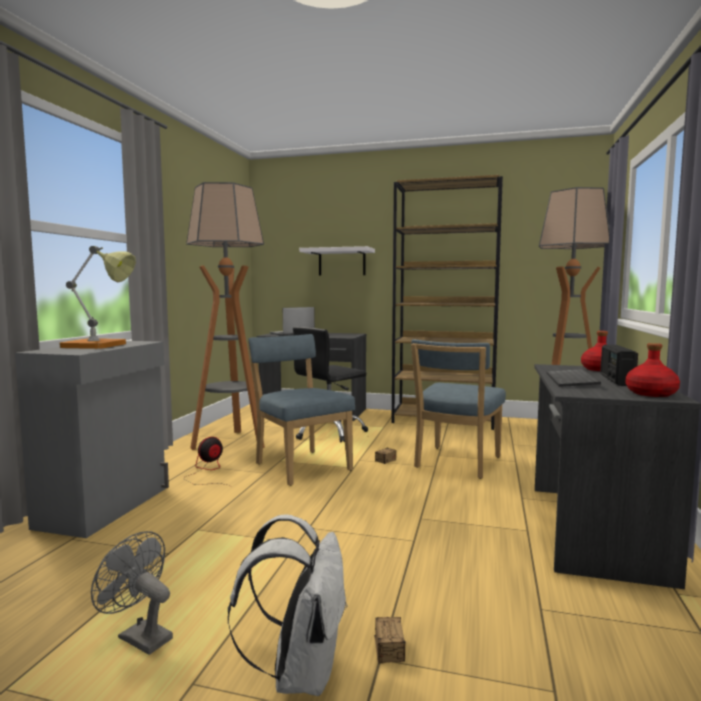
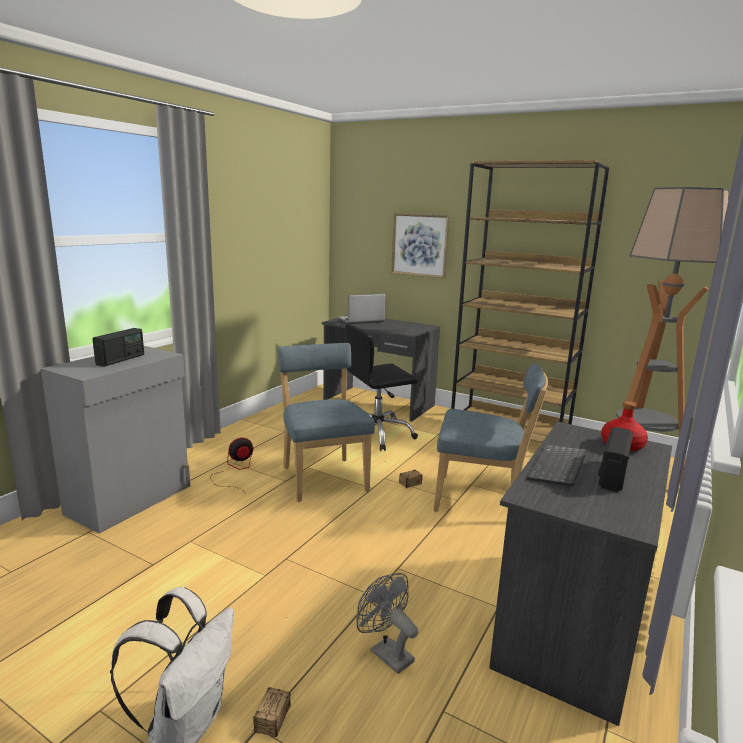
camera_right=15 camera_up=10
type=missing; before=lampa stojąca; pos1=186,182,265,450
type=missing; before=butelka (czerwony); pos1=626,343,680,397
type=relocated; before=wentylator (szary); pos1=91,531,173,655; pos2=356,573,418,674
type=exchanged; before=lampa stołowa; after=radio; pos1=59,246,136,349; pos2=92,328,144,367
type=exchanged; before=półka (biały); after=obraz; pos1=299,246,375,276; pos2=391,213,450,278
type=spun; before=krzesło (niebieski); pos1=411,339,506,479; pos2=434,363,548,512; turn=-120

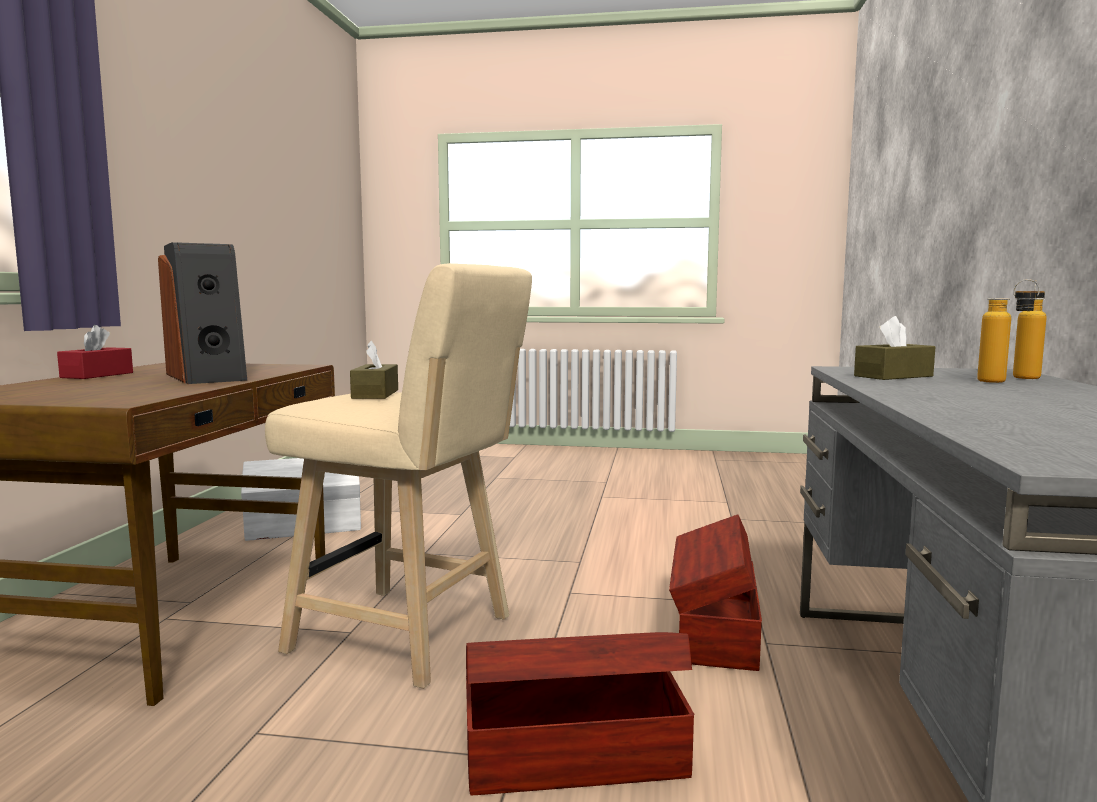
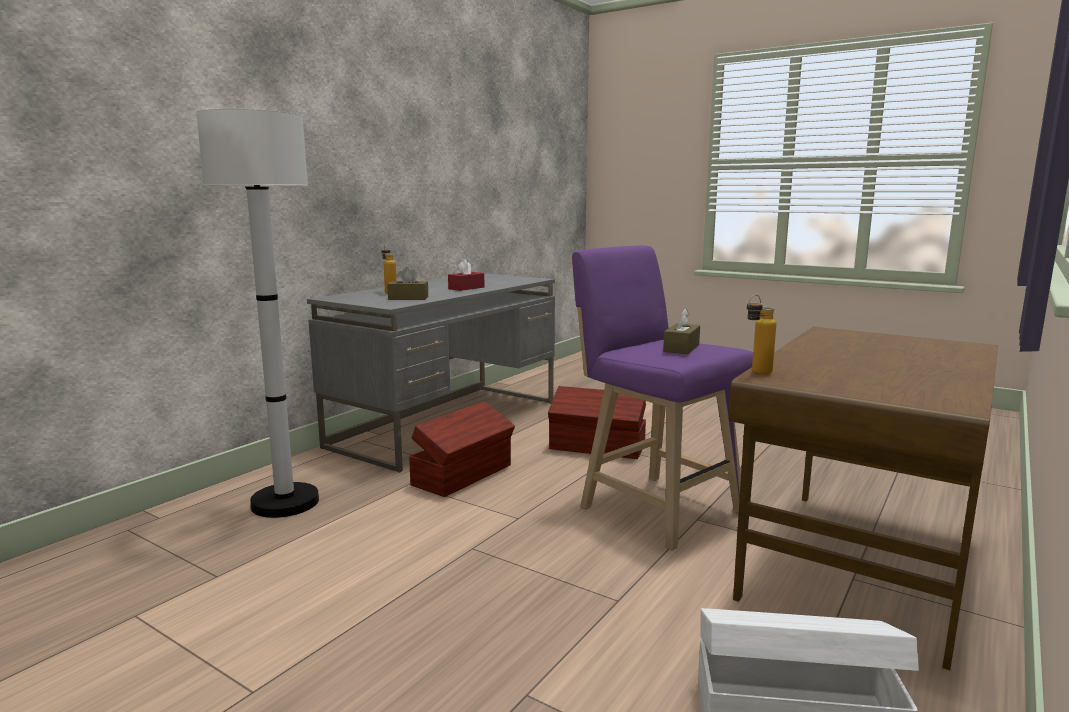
camera_right=-155 camera_up=5
type=missing; before=głośnik; pos1=158,242,247,384
type=appeared; after=lampa stojąca (biały); pos2=196,109,319,518
type=relocated; before=pudełko chusteczek (czerwony); pos1=57,325,133,379; pos2=448,259,484,291
type=relocated; before=butelka; pos1=1013,280,1047,379; pos2=747,295,776,375
type=colour; before=stołek (beżowy); after=stołek (fioletowy); pos1=265,263,532,689; pos2=572,245,753,550

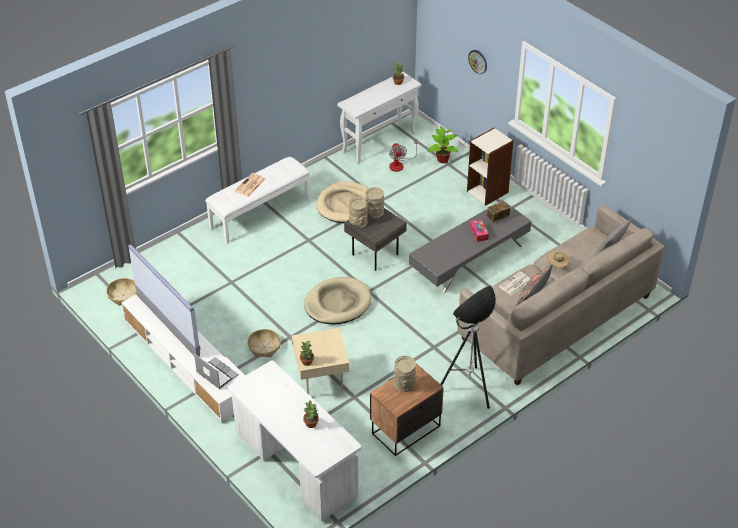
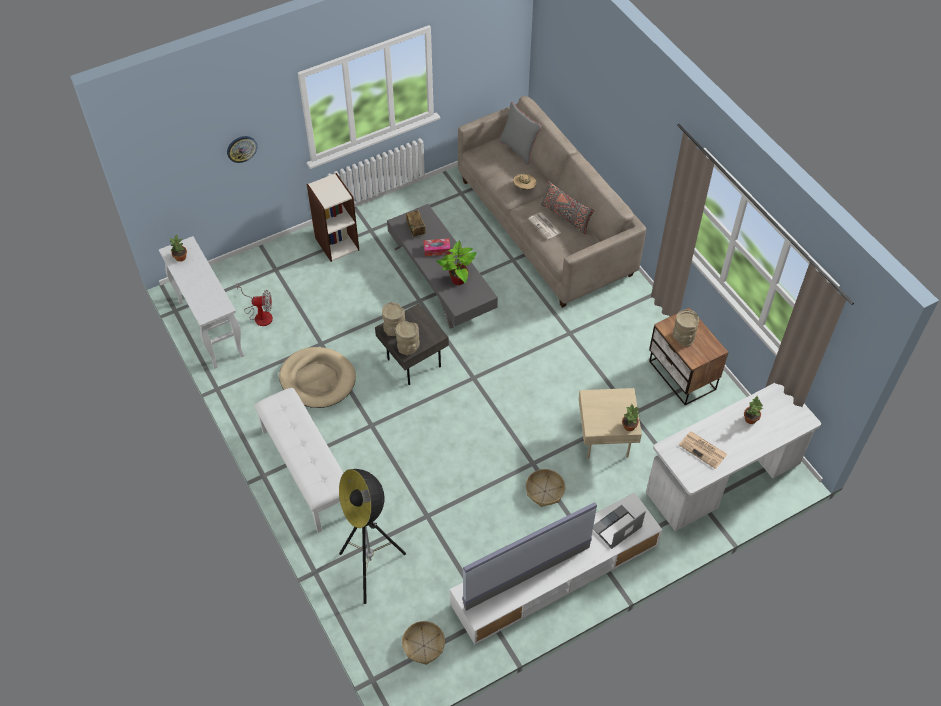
camera_right=-80 camera_up=10
type=missing; before=legowisko (beżowy); pos1=304,277,372,325
type=relocated; before=gazeta; pos1=235,173,266,197; pos2=679,431,727,469
type=relocated; before=roślina doniczkowa; pos1=427,126,458,163; pos2=436,241,477,285
type=relocated; before=lampa stojąca; pos1=441,286,496,409; pos2=339,469,406,604

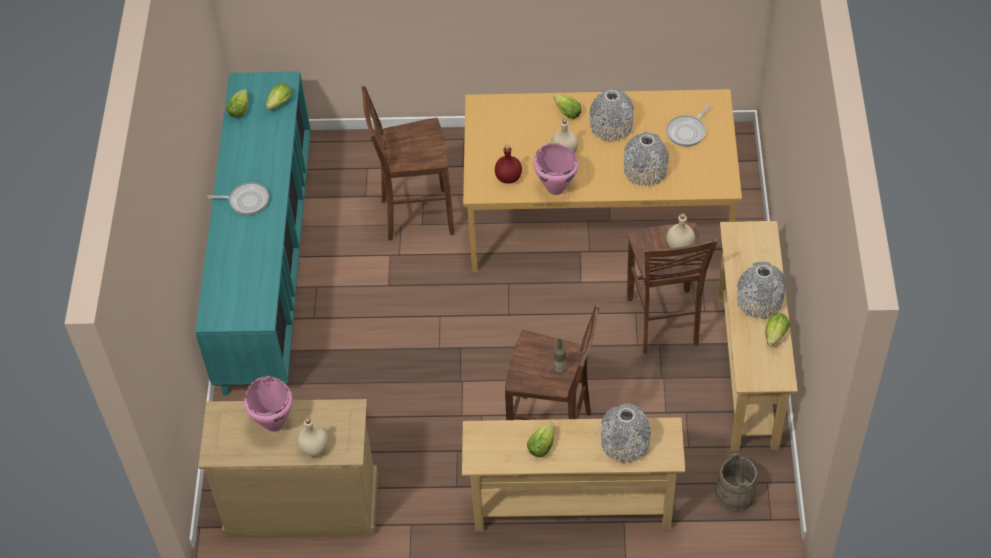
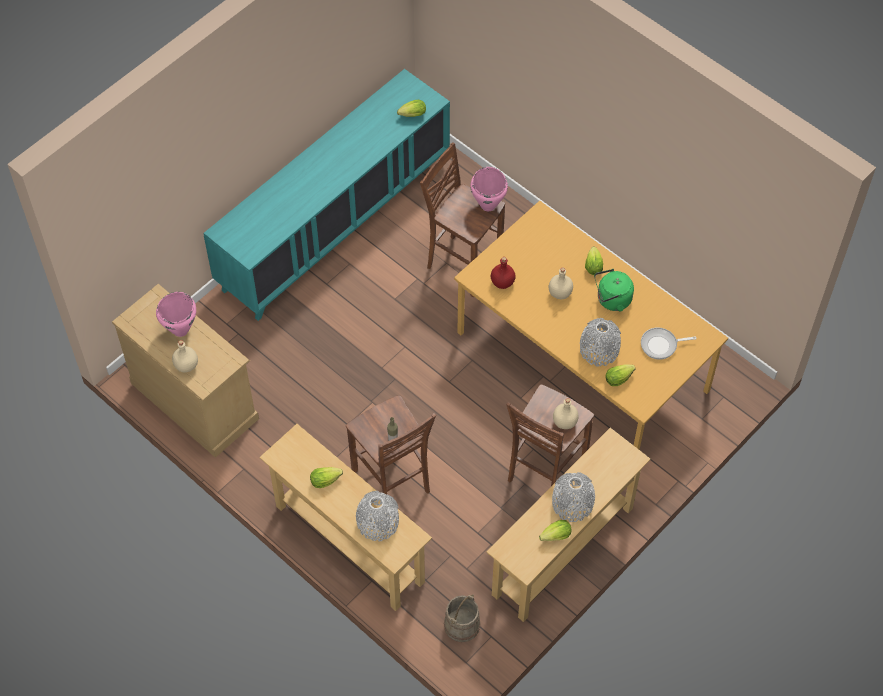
camera_right=40 camera_up=5
type=missing; before=patelnia; pos1=207,182,269,215
type=relocated; before=sałata; pos1=226,89,248,118; pos2=606,364,636,386
type=relocated; before=garnek (różowy); pos1=533,143,579,195; pos2=470,167,508,211
type=exchanged; before=wazon (szary); after=czajnik (zielony); pos1=589,88,634,142; pos2=594,269,634,312

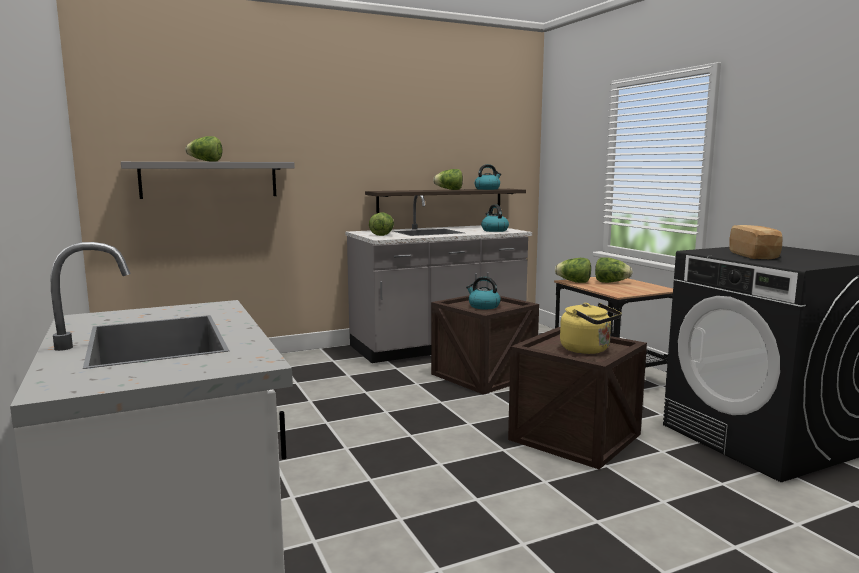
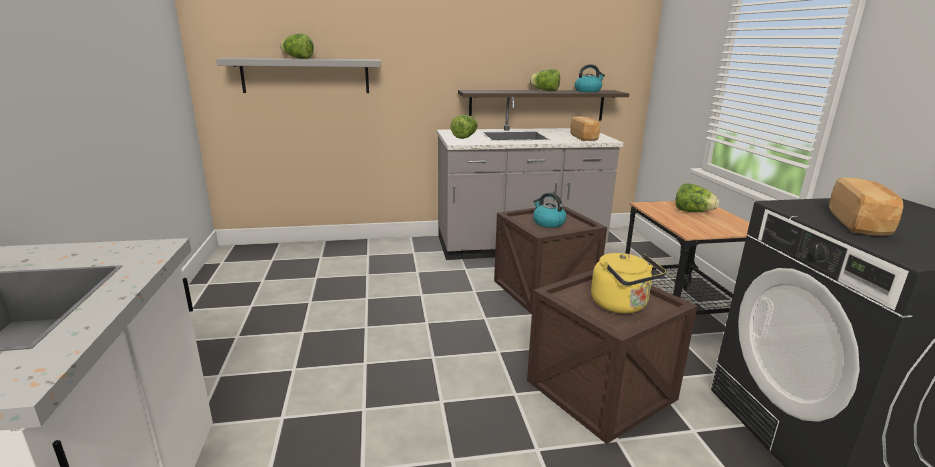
camera_right=15 camera_up=10
type=missing; before=sałata; pos1=555,258,591,283
type=exchanged; before=czajnik; after=chleb; pos1=481,204,509,232; pos2=570,116,600,141

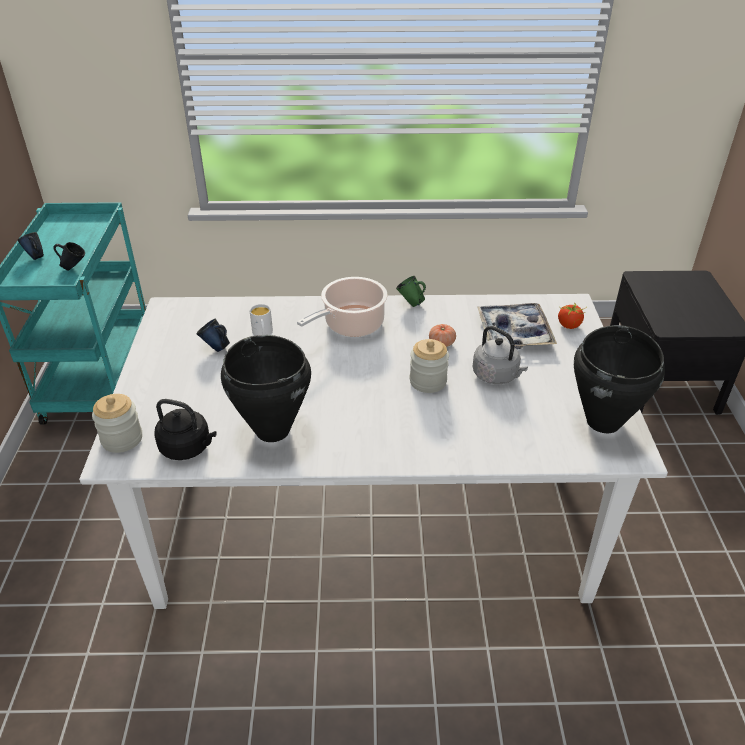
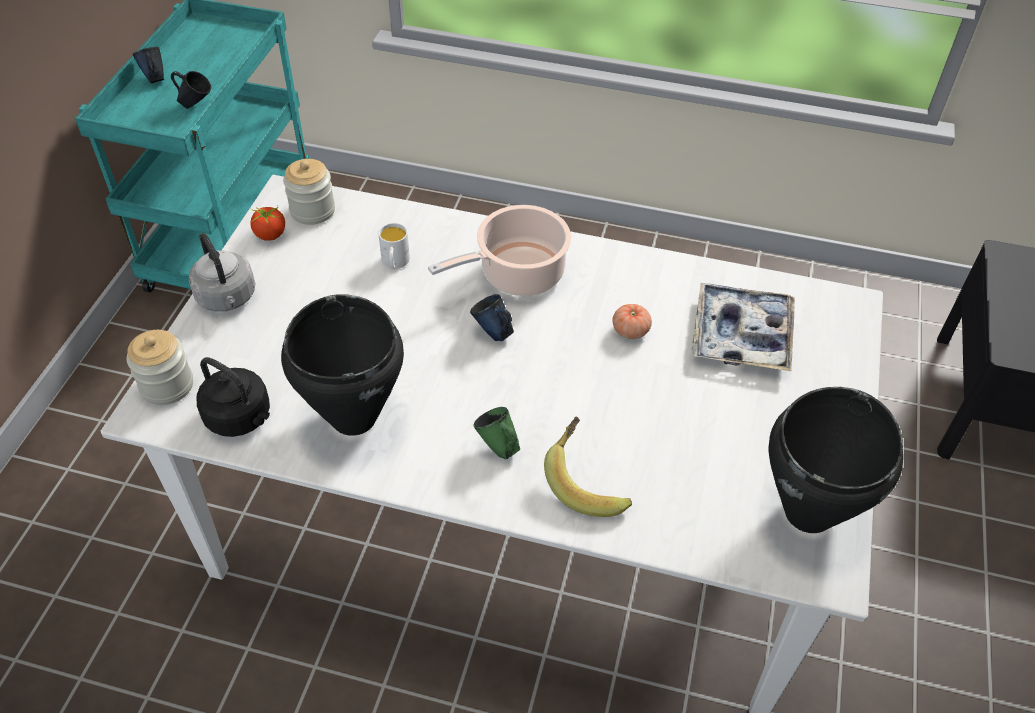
camera_right=15 camera_up=10
type=appeared; after=banan; pos2=544,416,632,517
type=relocated; before=kubek (niebieski); pos1=197,319,230,352; pos2=470,294,514,341
type=relocated; before=kubek (zielony); pos1=396,276,426,307; pos2=474,407,520,459
type=relocated; before=słoik; pos1=410,339,449,393; pos2=283,159,335,225
type=relocated; before=czajnik (szary); pos1=473,326,528,384; pos2=189,233,255,312
type=relocated; before=pomidor; pos1=558,302,587,329; pos2=250,205,285,241

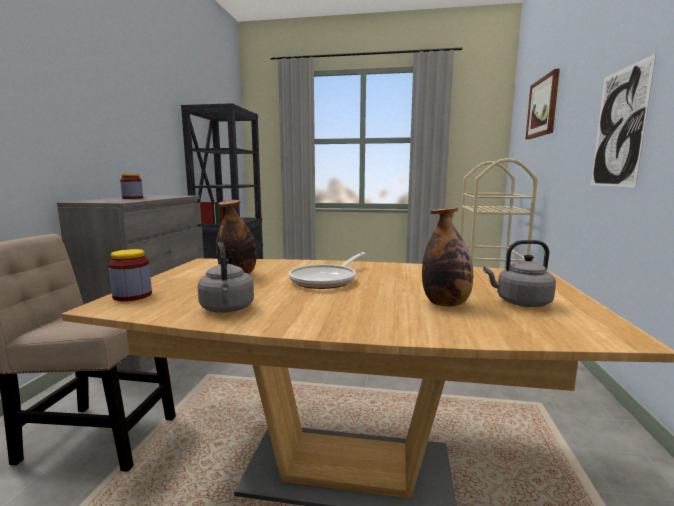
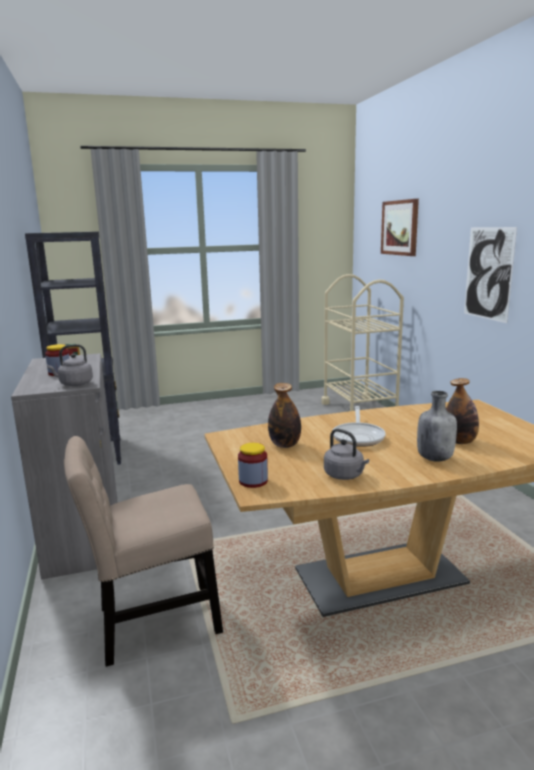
camera_right=-25 camera_up=5
type=appeared; after=butelka (szary); pos2=417,391,457,462
type=relocated; before=czajnik (szary); pos1=483,240,556,307; pos2=47,344,93,386

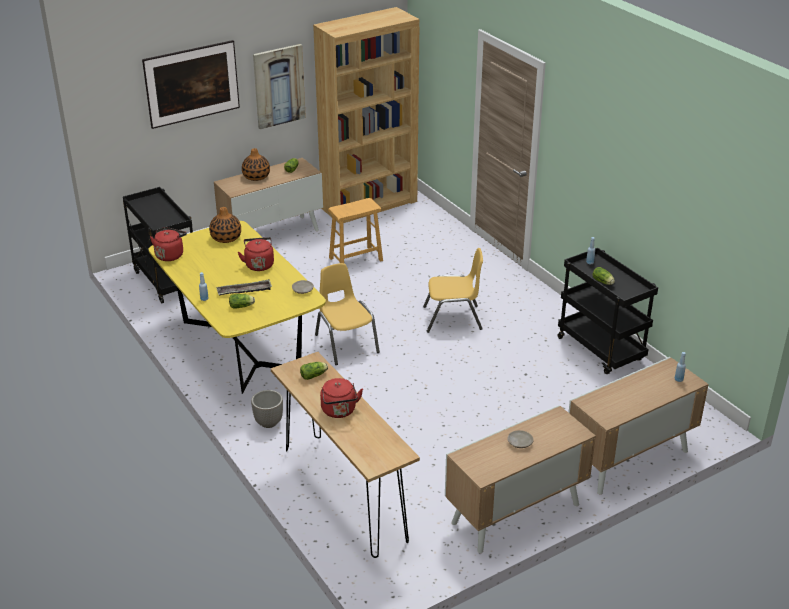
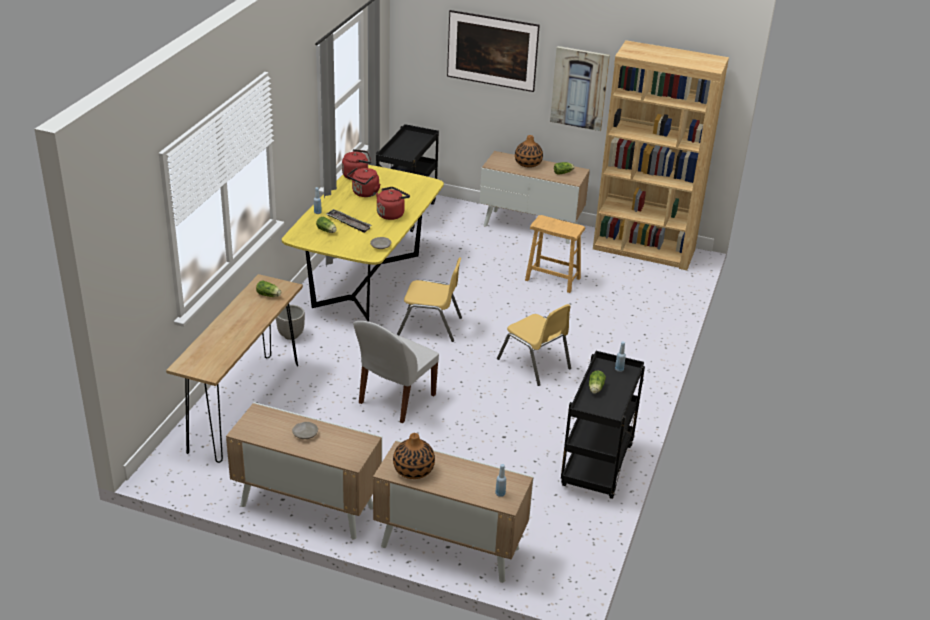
camera_right=50 camera_up=0
type=appeared; after=krzesło (biały); pos2=353,321,439,423
type=relocated; before=wazon; pos1=209,207,241,243; pos2=393,433,435,479
type=relocated; before=czajnik (czerwony); pos1=320,378,363,418; pos2=347,167,380,197
type=spun; before=krzesło (żółty); pos1=315,263,380,365; pos2=397,257,462,342; turn=75

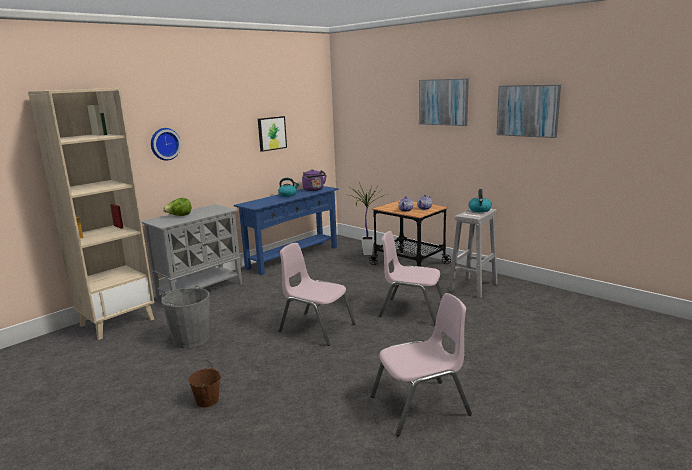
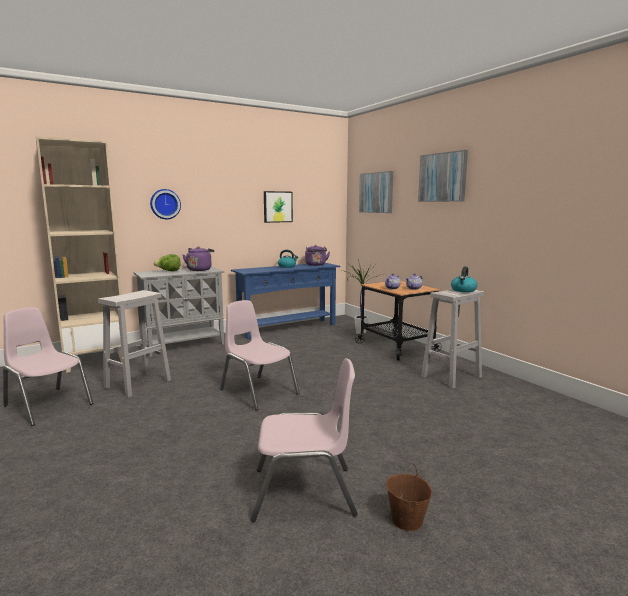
camera_right=15 camera_up=-5
type=appeared; after=czajnik (fioletowy); pos2=183,247,214,271
type=relocated; before=wiadro (brązowy); pos1=188,360,221,408; pos2=386,463,432,531
type=relocated; before=krzesło (różowy); pos1=379,231,443,325; pos2=3,307,93,426
type=relocated; before=obraz; pos1=496,84,561,138; pos2=359,171,393,213
type=exchanged; before=wiadro (szary); after=stołek (biały); pos1=161,286,210,348; pos2=98,290,171,398

